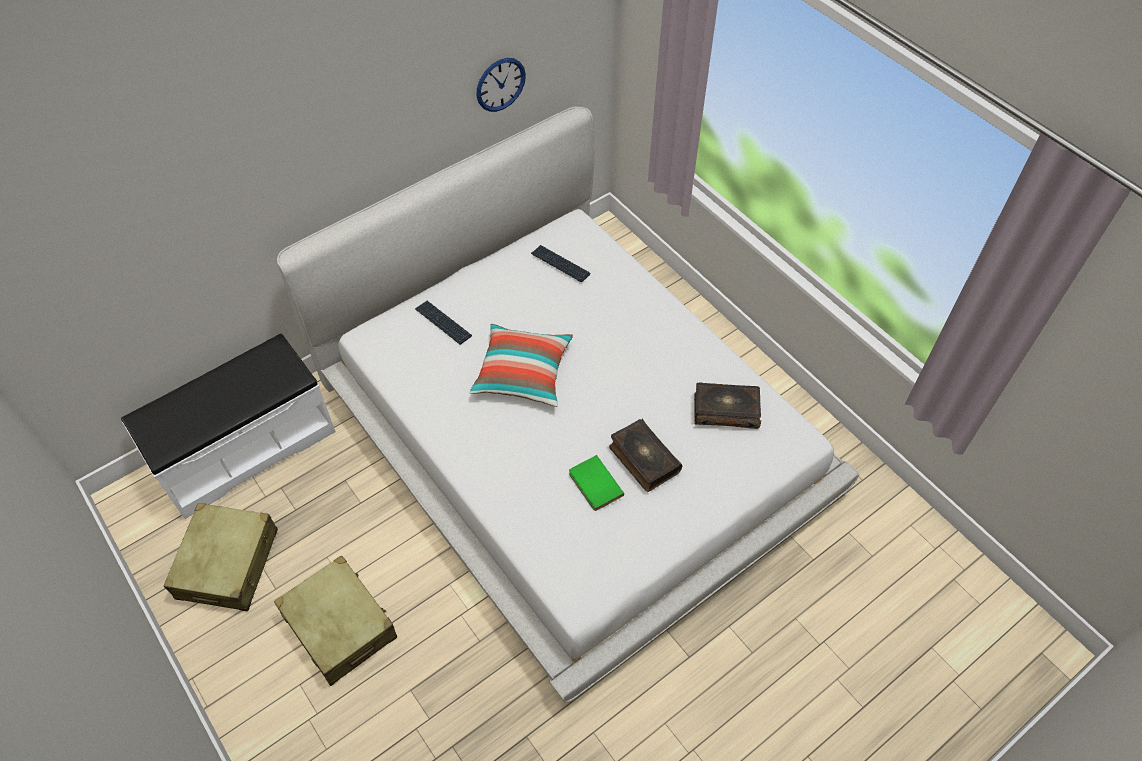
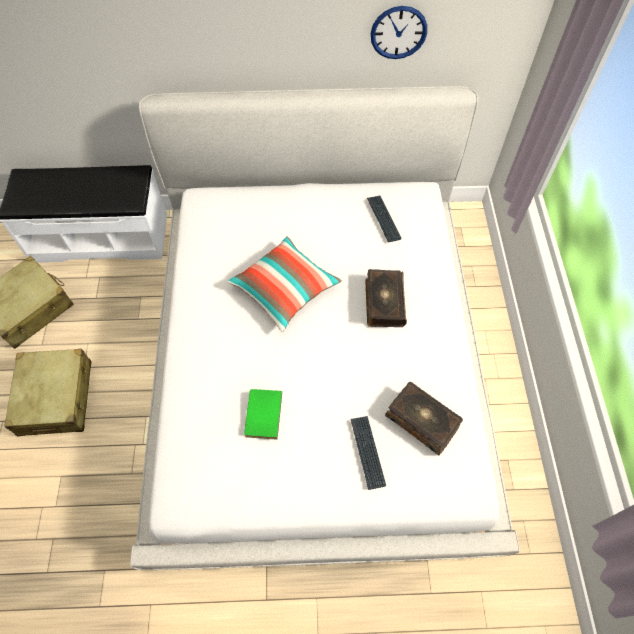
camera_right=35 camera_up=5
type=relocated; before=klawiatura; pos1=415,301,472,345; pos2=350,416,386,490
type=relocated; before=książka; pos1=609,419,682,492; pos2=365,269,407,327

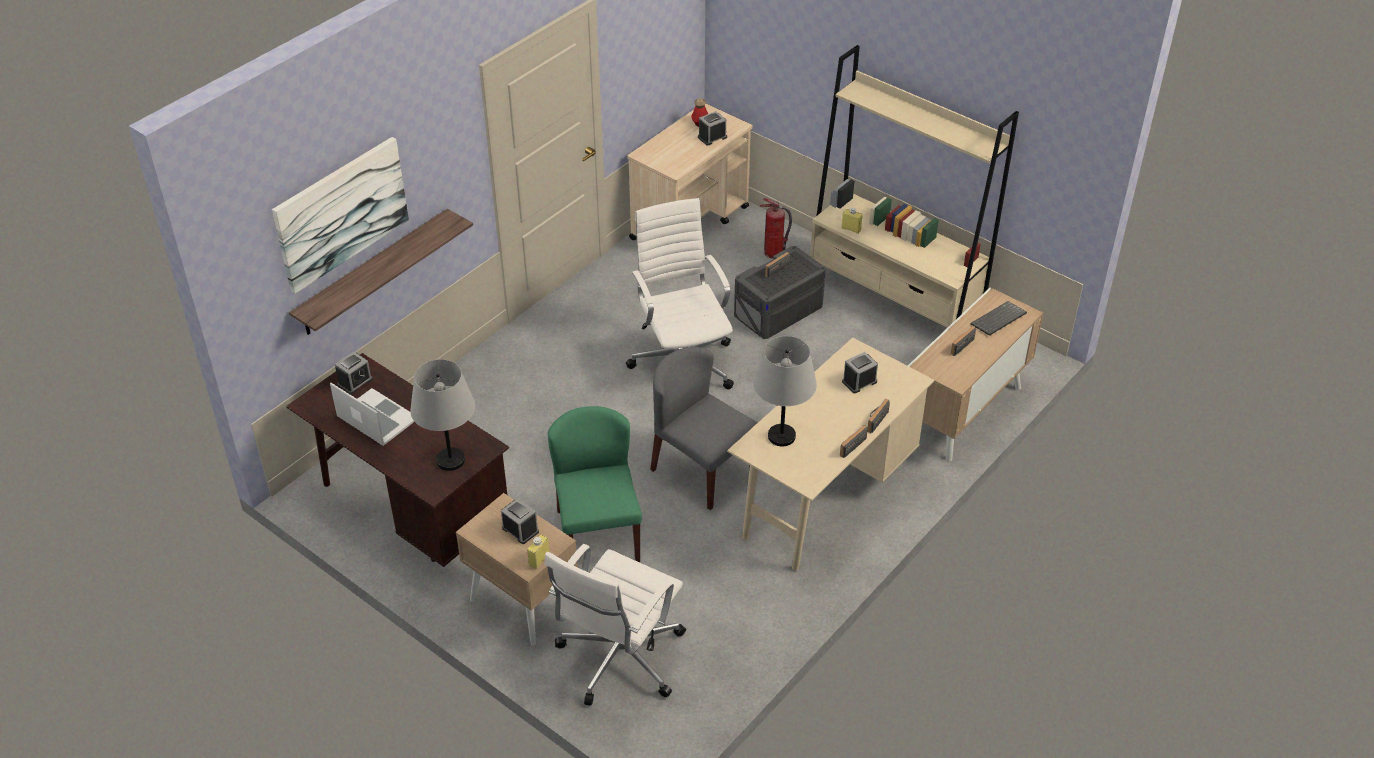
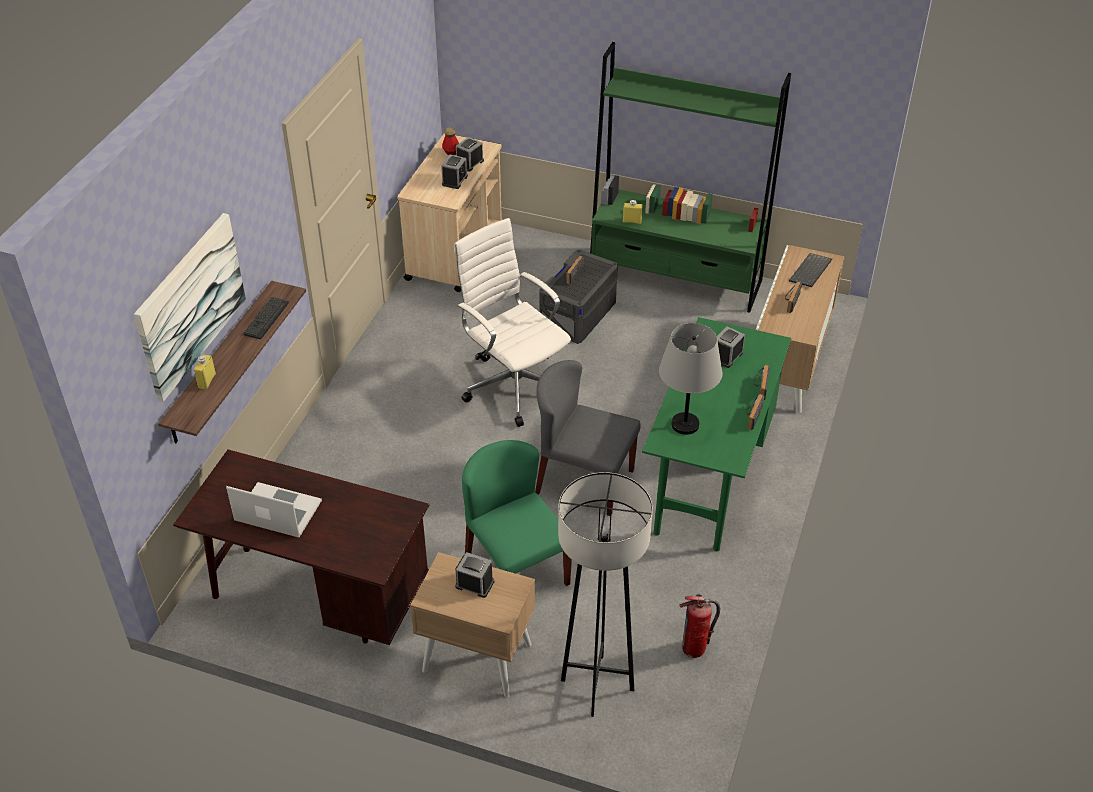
camera_right=-20 camera_up=0
type=missing; before=lampa stołowa (szary); pos1=410,359,475,471
type=appeared; after=klawiatura; pos2=244,297,289,339
type=relocated; before=budzik; pos1=335,352,373,394; pos2=441,154,468,189
type=relocated; before=butelka (żółty); pos1=527,535,549,569; pos2=194,355,216,390
type=relocated; before=gaśnica; pos1=760,198,792,259; pos2=679,594,720,658
type=exchanged; before=krzesło biurowe (biały); after=lampa stojąca (szary); pos1=545,544,686,706; pos2=558,472,653,717
type=colour; before=biurko (beżowy); after=biurko (zielony); pos1=727,338,934,571; pos2=642,317,791,551
type=colour; before=regał (beżowy); after=regał (zielony); pos1=810,45,1019,328; pos2=590,42,791,313

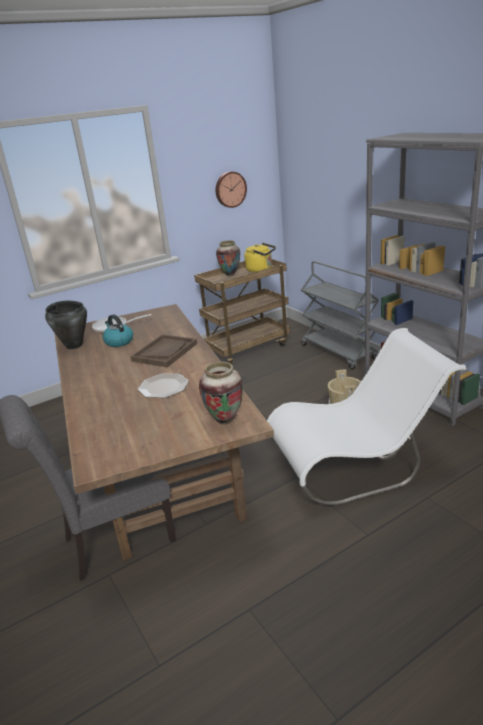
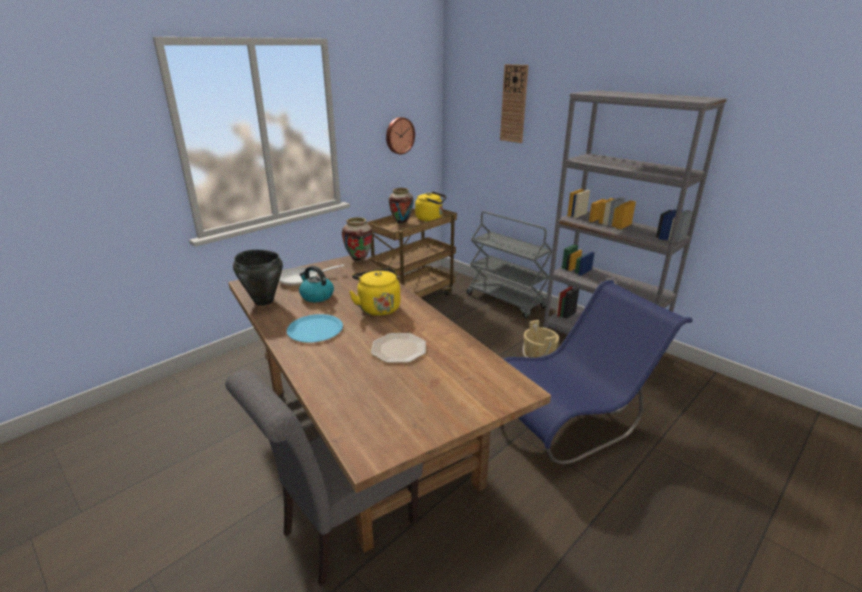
camera_right=-15 camera_up=0
type=appeared; after=talerz (niebieski); pos2=287,314,343,342
type=appeared; after=zegar ścienny; pos2=500,64,528,143
type=relocated; before=wazon; pos1=199,362,243,424; pos2=342,217,373,262
type=exchanged; before=taca (brązowy); after=czajnik (żółty); pos1=130,334,197,367; pos2=349,268,401,316
type=colour; before=krzesło (biały); after=krzesło (niebieski); pos1=267,328,466,505; pos2=503,280,693,464

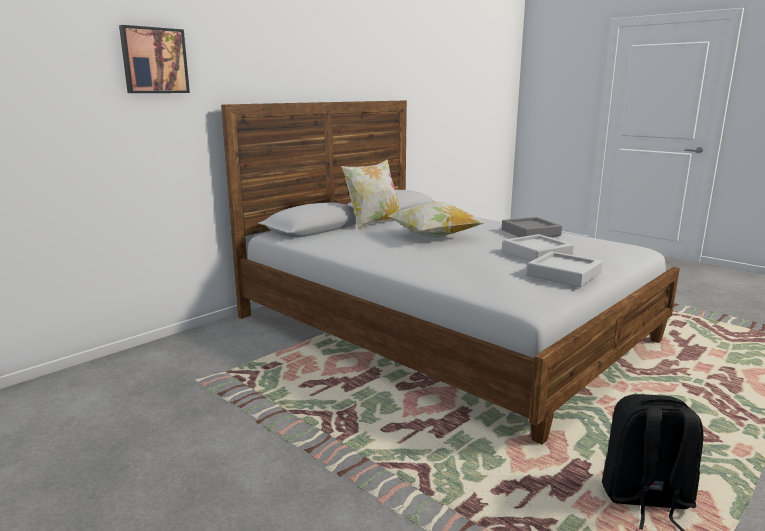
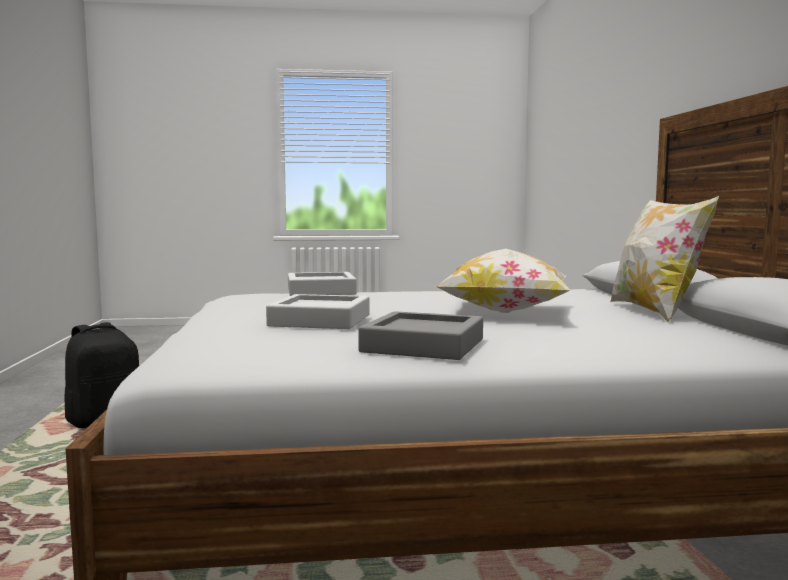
camera_right=130 camera_up=-10
type=missing; before=obraz; pos1=119,25,190,93
type=relocated; before=taca (szary); pos1=527,251,603,287; pos2=288,272,357,296

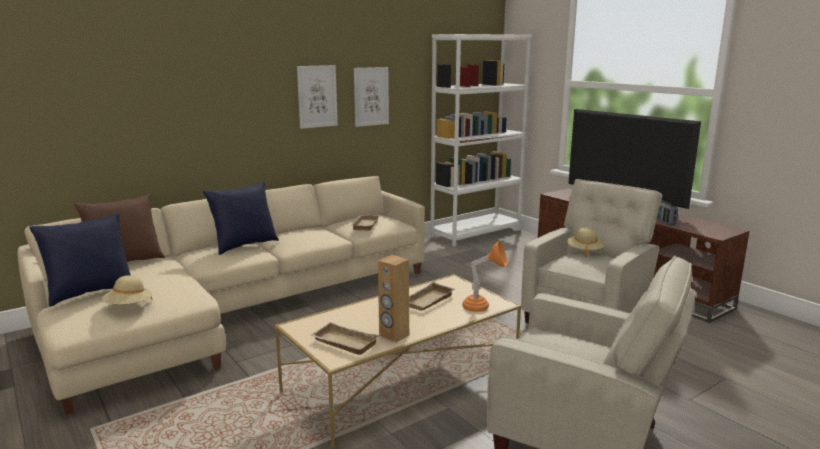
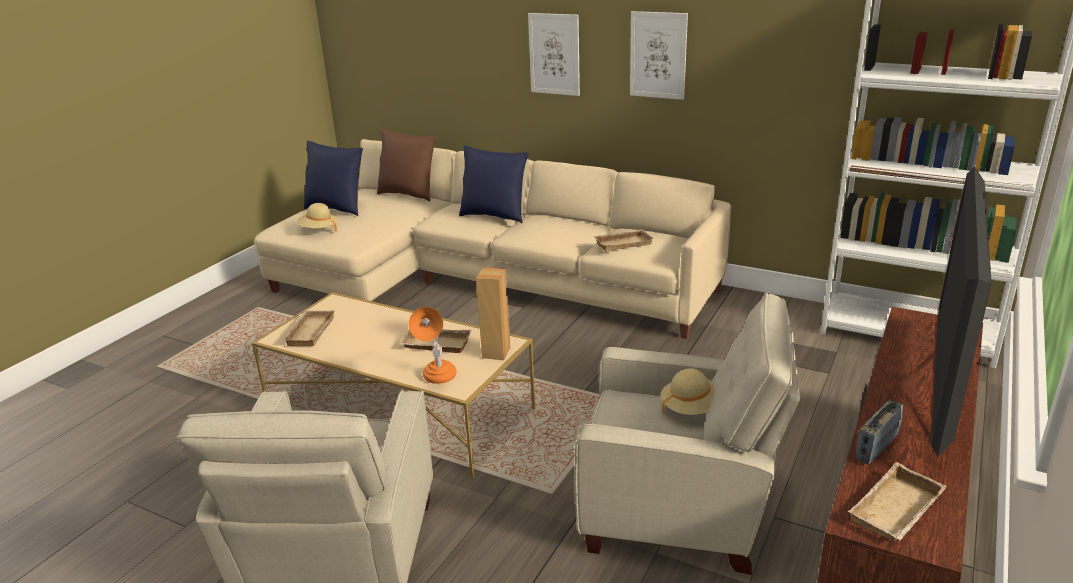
camera_right=65 camera_up=10
type=appeared; after=taca (beżowy); pos2=848,462,947,541
type=relocated; before=obraz; pos1=354,67,389,127; pos2=528,13,580,96
type=relocated; before=głośnik (brązowy); pos1=378,255,409,343; pos2=476,267,510,360

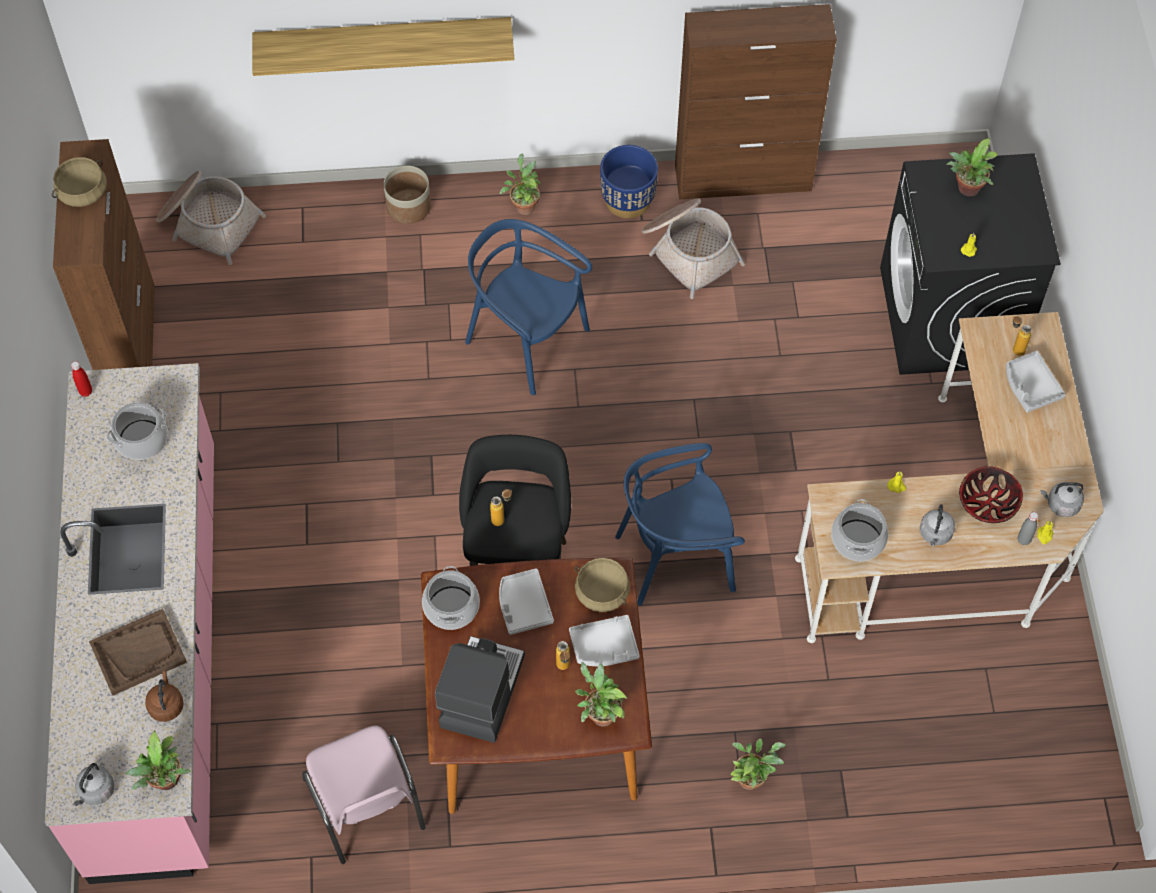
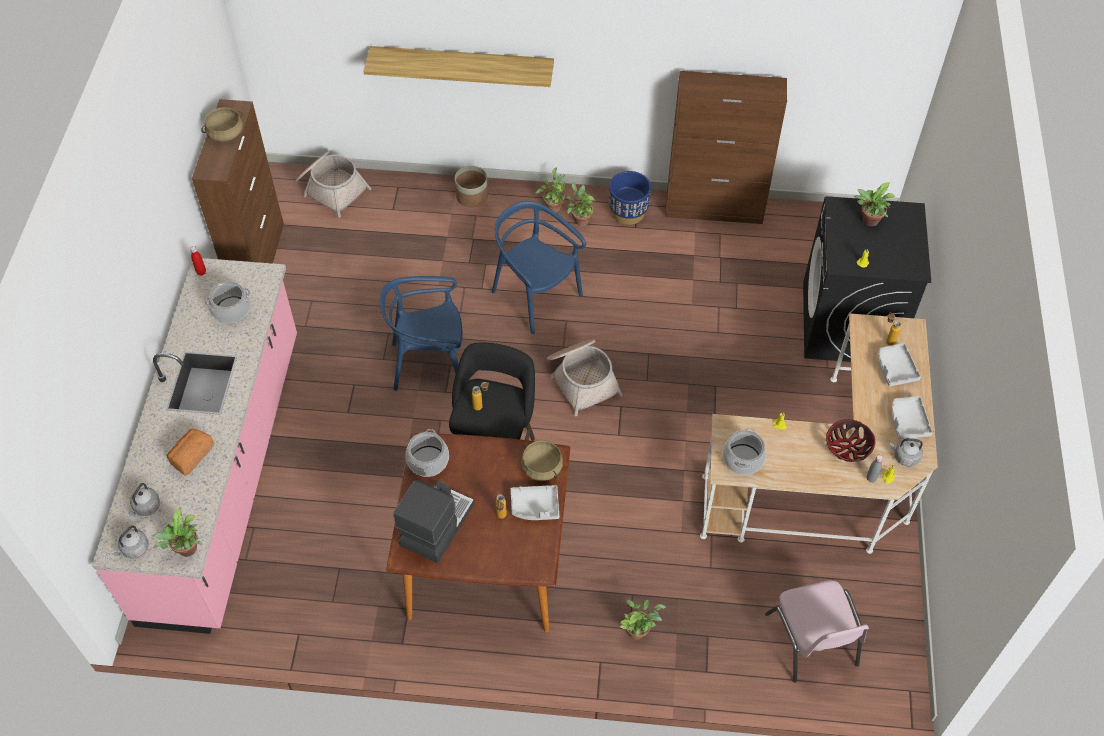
camera_right=10 camera_up=-5
type=missing; before=czajnik (brązowy); pos1=145,671,184,722
type=relocated; before=krzesło (różowy); pos1=302,726,426,864; pos2=765,580,869,683
type=relocated; before=taca (szary); pos1=499,568,554,635; pos2=891,396,933,439
type=relocated; before=roślina doniczkowa; pos1=575,662,628,726; pos2=567,182,595,226
type=relocated; before=krzesło (niebieski); pos1=615,443,745,606; pos2=380,276,462,391
type=relocated; before=koszyk; pos1=641,198,745,299; pos2=547,339,623,416
type=relocated; before=czajnik (szary); pos1=920,504,955,546; pos2=128,483,160,516
type=exchanged; before=taca (brązowy); after=chleb; pos1=89,609,187,696; pos2=167,428,214,476

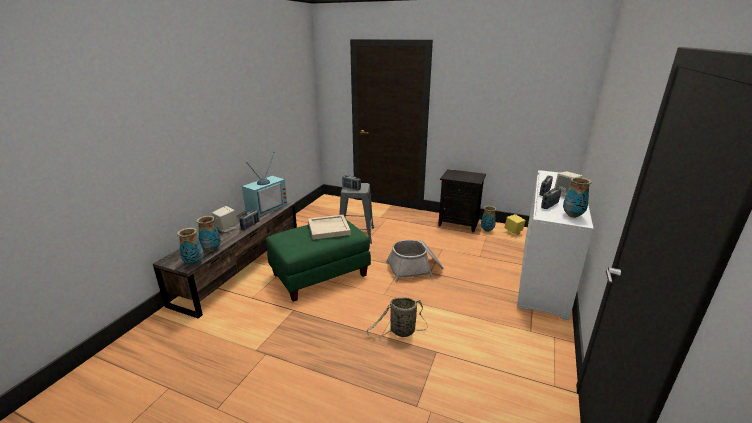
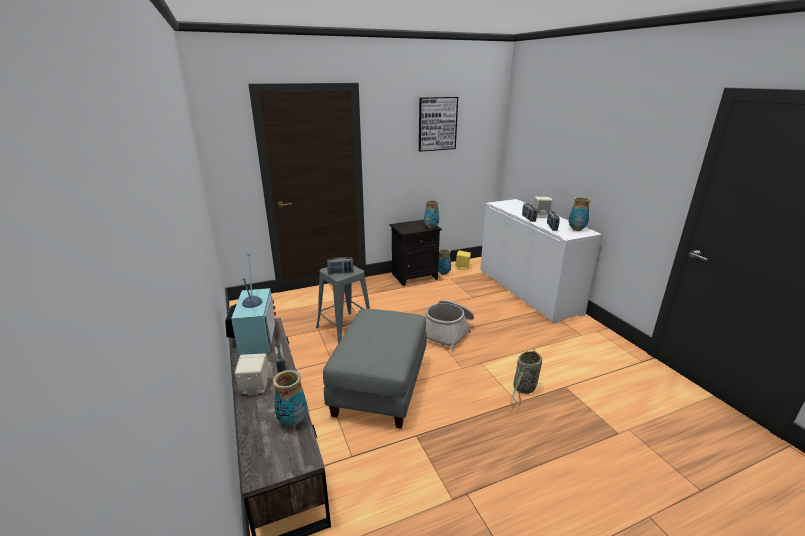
camera_right=-45 camera_up=0
type=missing; before=taca (beżowy); pos1=308,215,351,240
type=appeared; after=obraz; pos2=419,97,458,152
type=relocated; before=wazon; pos1=177,228,204,266; pos2=424,200,439,229
type=colour; before=pufa (zielony); after=pufa (szary); pos1=266,220,371,302; pos2=323,309,427,429

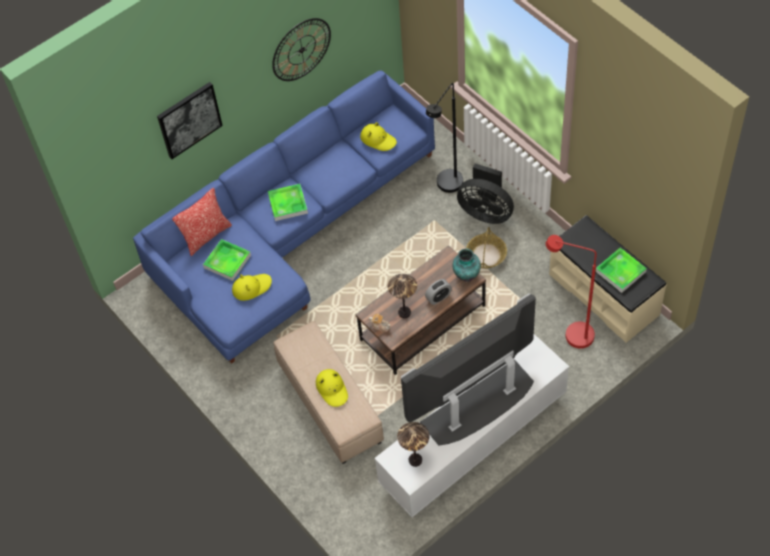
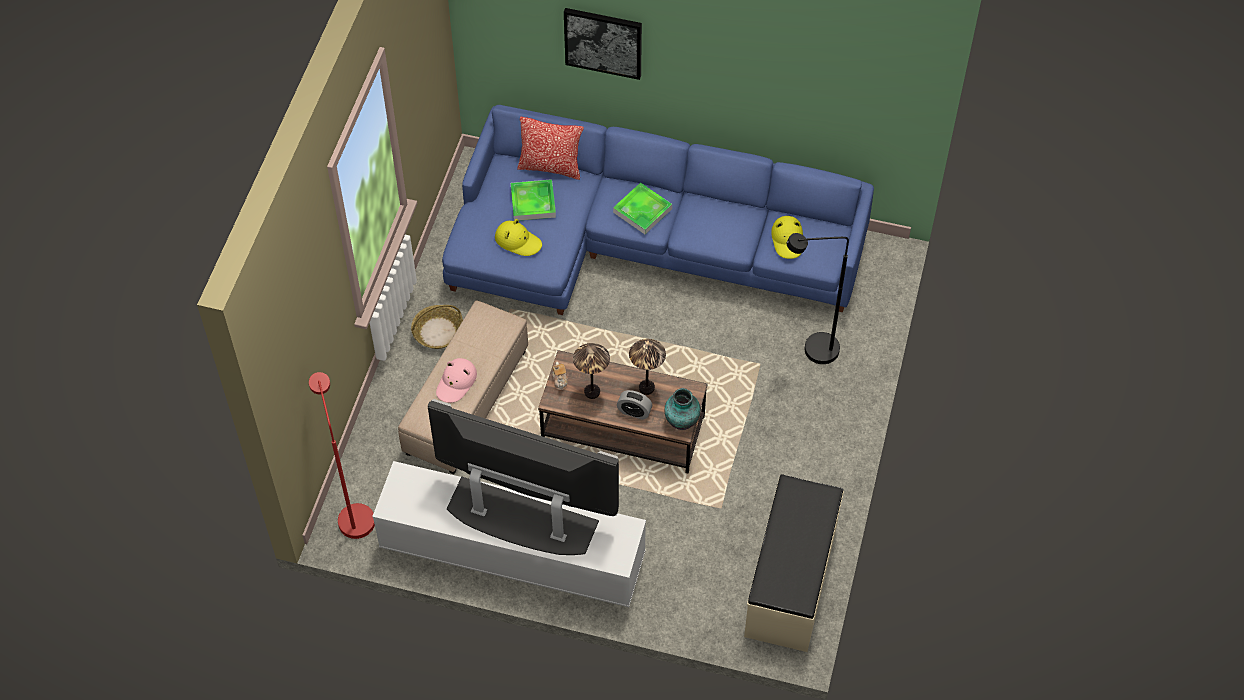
camera_right=50 camera_up=0
type=missing; before=zegar ścienny; pos1=272,18,331,81
type=missing; before=wentylator (czarny); pos1=457,163,514,224
type=missing; before=taca; pos1=596,248,647,293
type=relocated; before=lampa stołowa; pos1=397,422,429,467; pos2=629,339,666,395
type=relocated; before=koszyk; pos1=466,227,507,268; pos2=411,305,463,349
type=relocated; before=lampa stojąca (czerwony); pos1=546,235,597,349; pos2=309,372,375,539
type=colour; before=kapelusz (żółty); after=kapelusz (różowy); pos1=316,369,348,407; pos2=436,358,477,403

